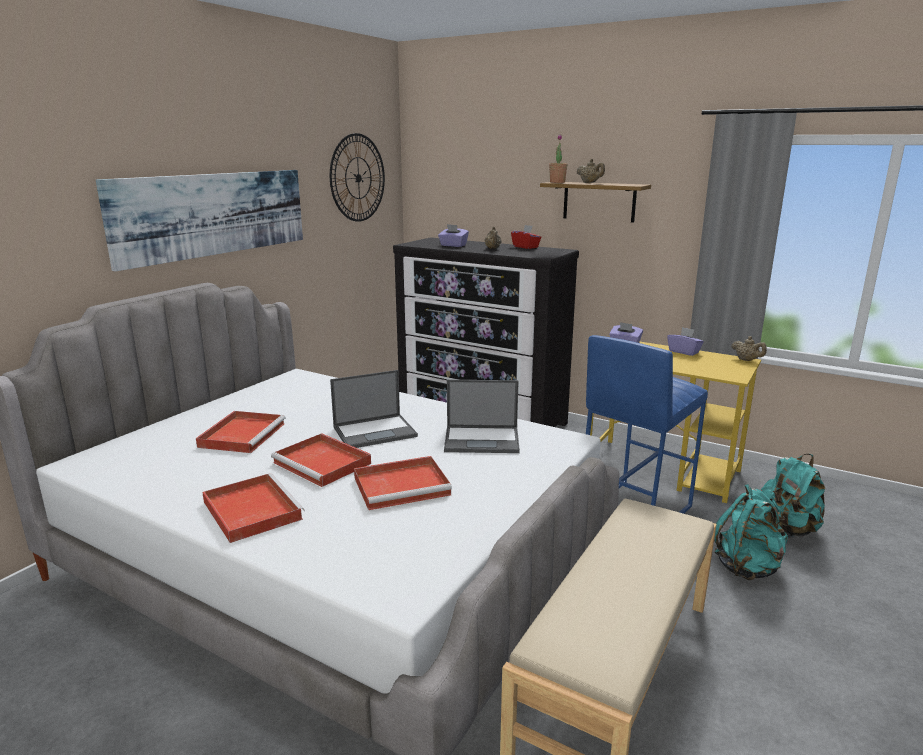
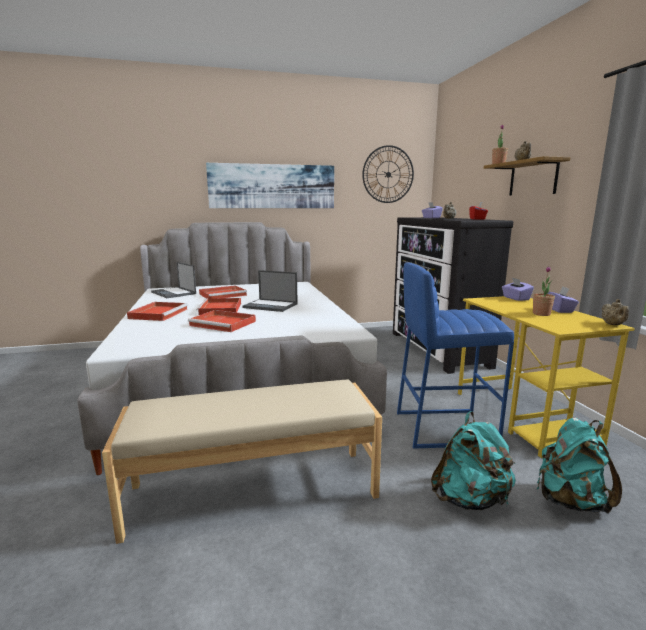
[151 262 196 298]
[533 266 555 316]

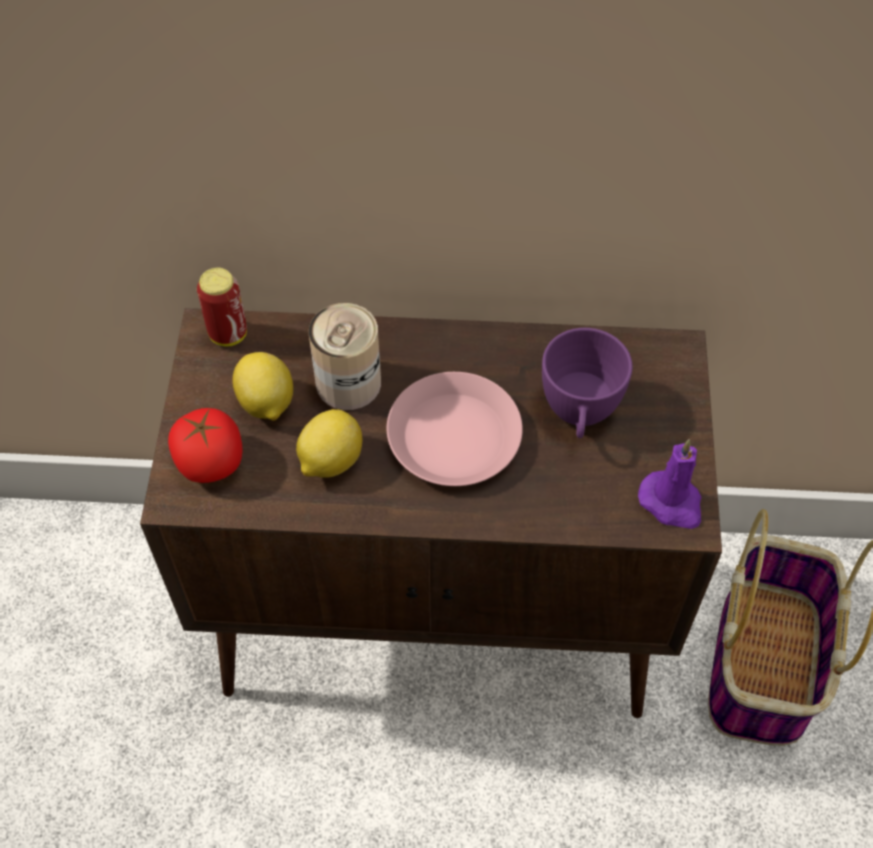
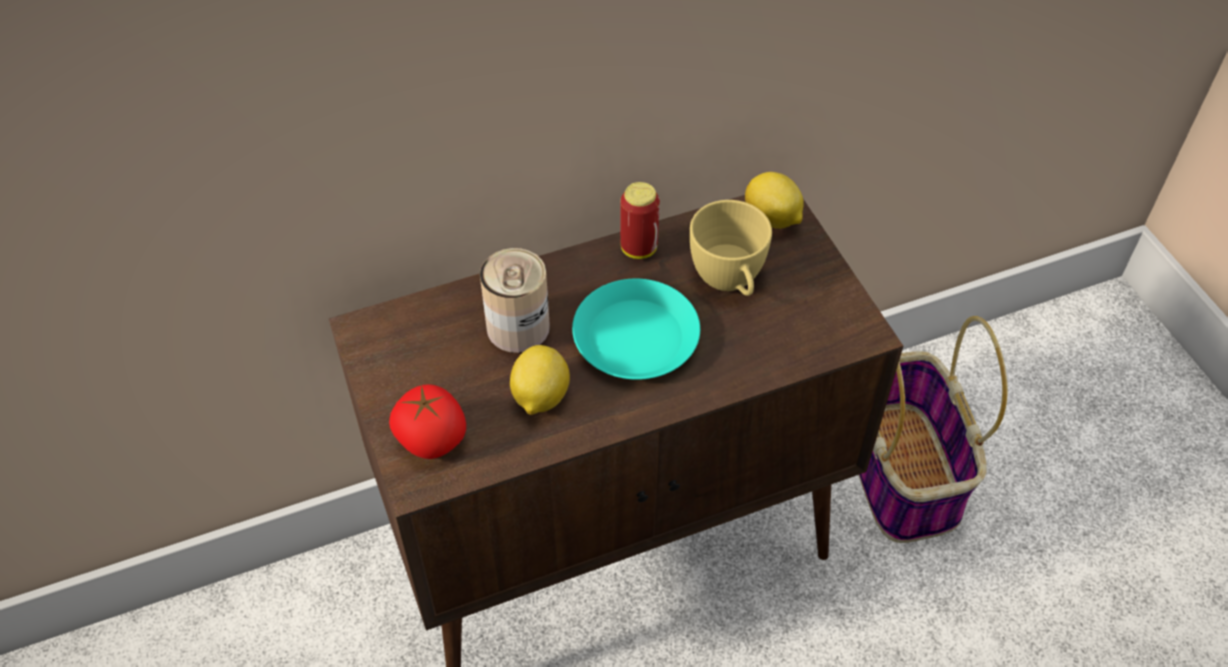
[620 182 660 259]
[690 200 772 296]
[745 172 804 229]
[572 279 700 380]
[638 439 702 529] (first image)

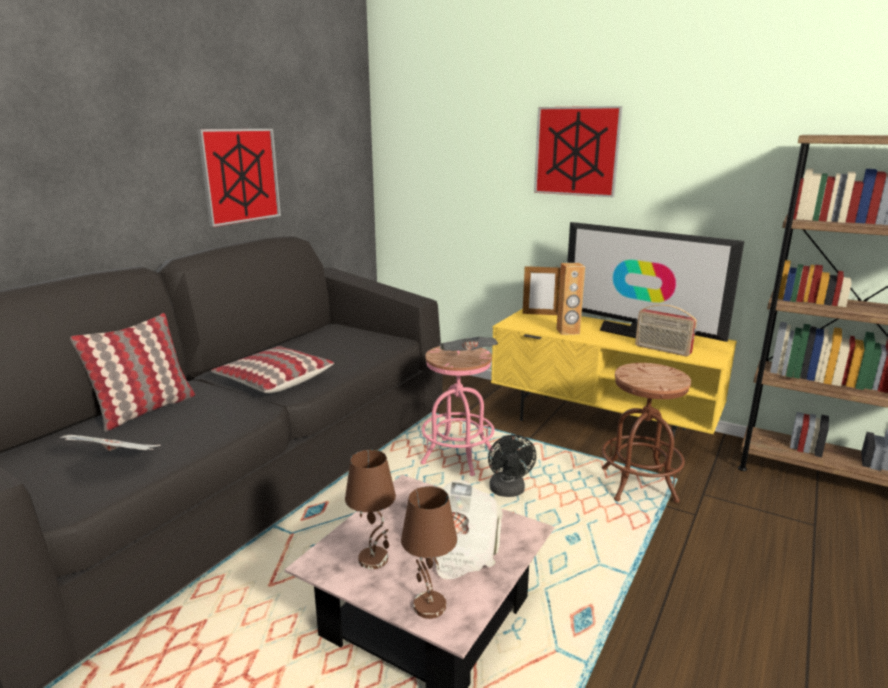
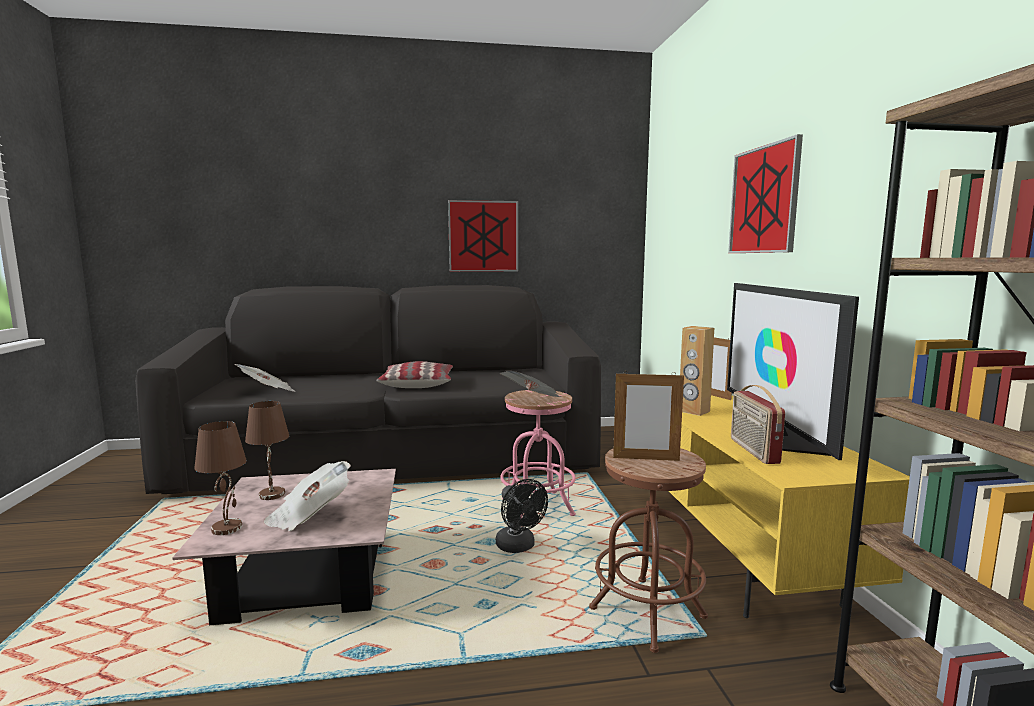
[70 313 195 432] (first image)
[496 479 548 553]
[613 371 684 461]

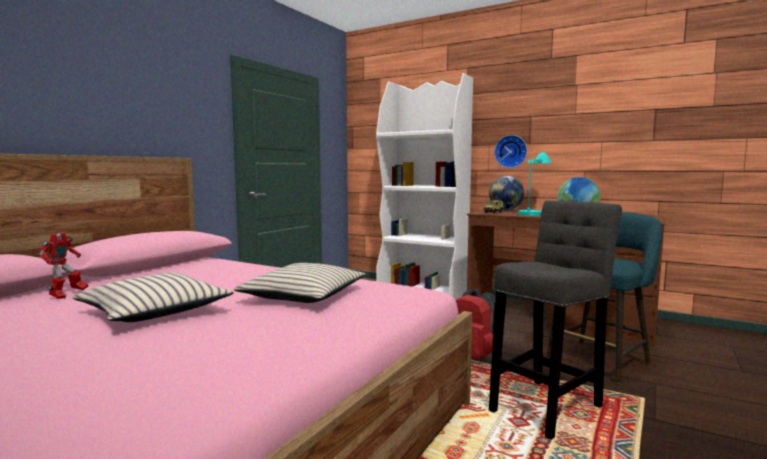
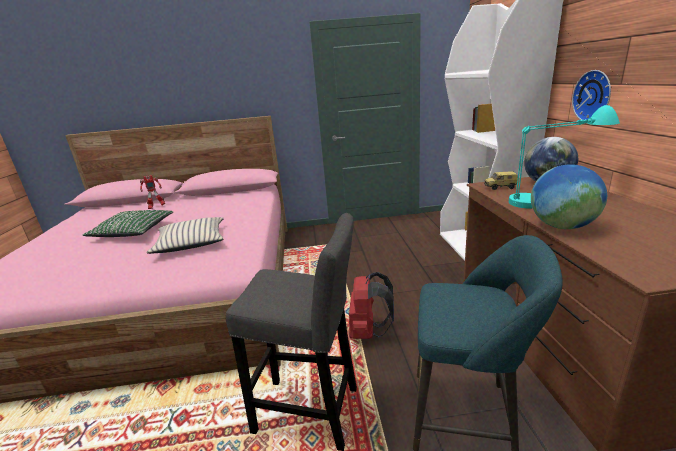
[83 210 173 237]

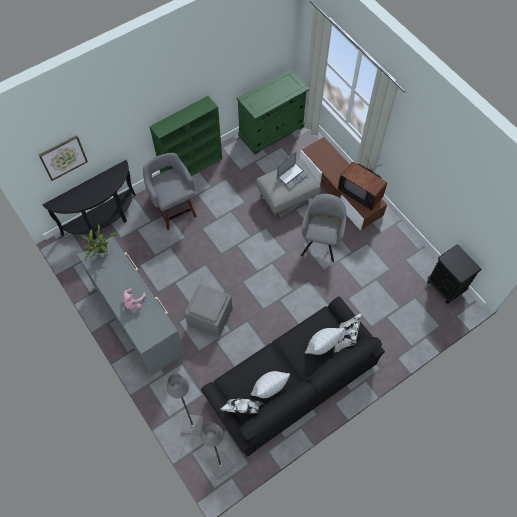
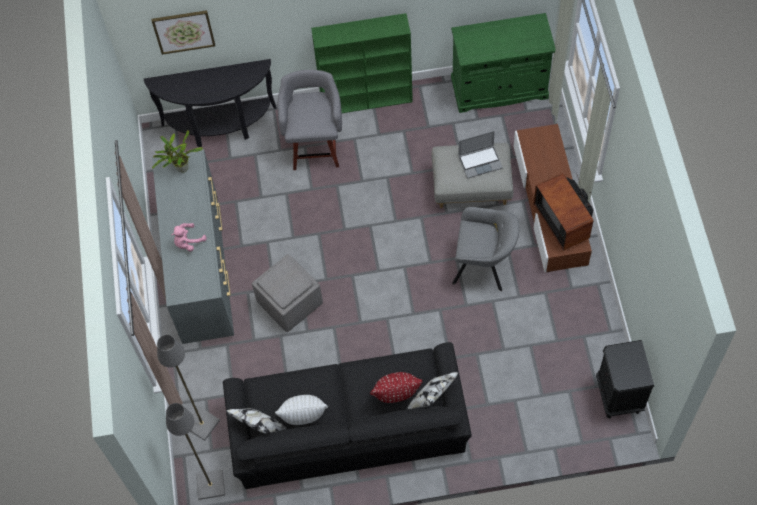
[452 207 520 291]
[370 372 422 403]

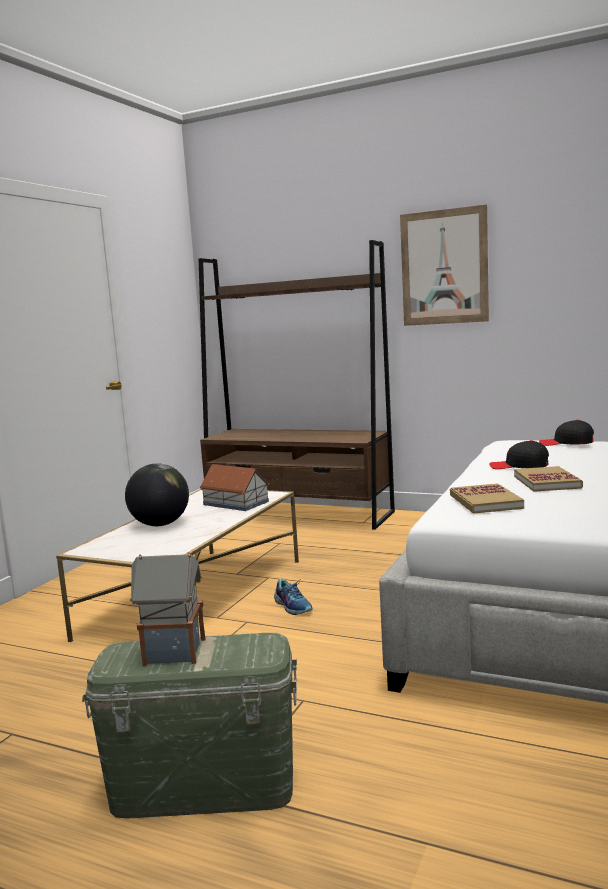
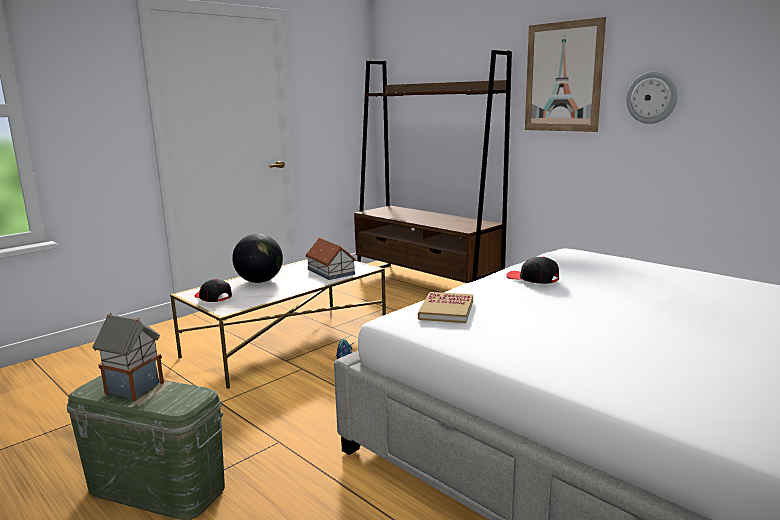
[195 279 232 302]
[514 466 583 492] (first image)
[626 72 678 124]

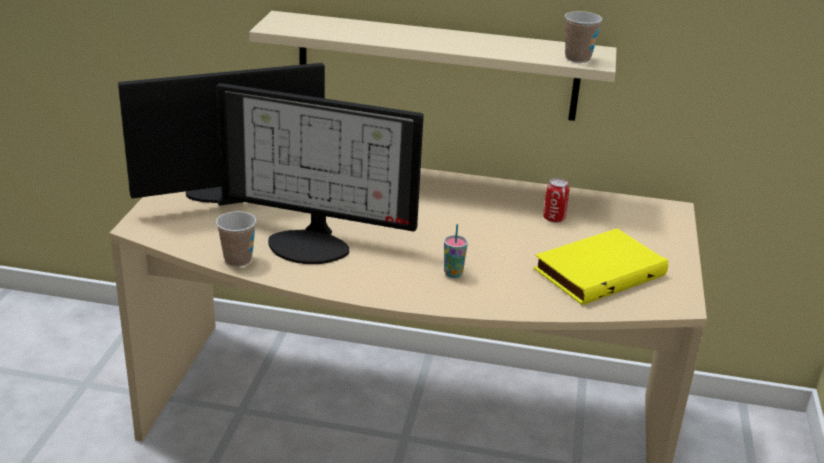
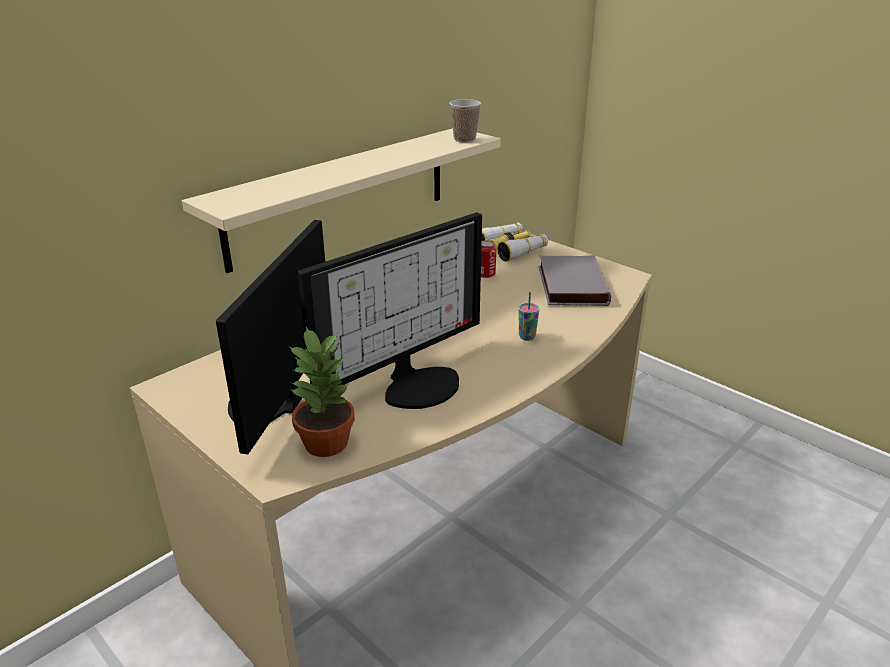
[216 211 256 267] (first image)
[539 255 611 306]
[482 222 548 262]
[288 327 355 457]

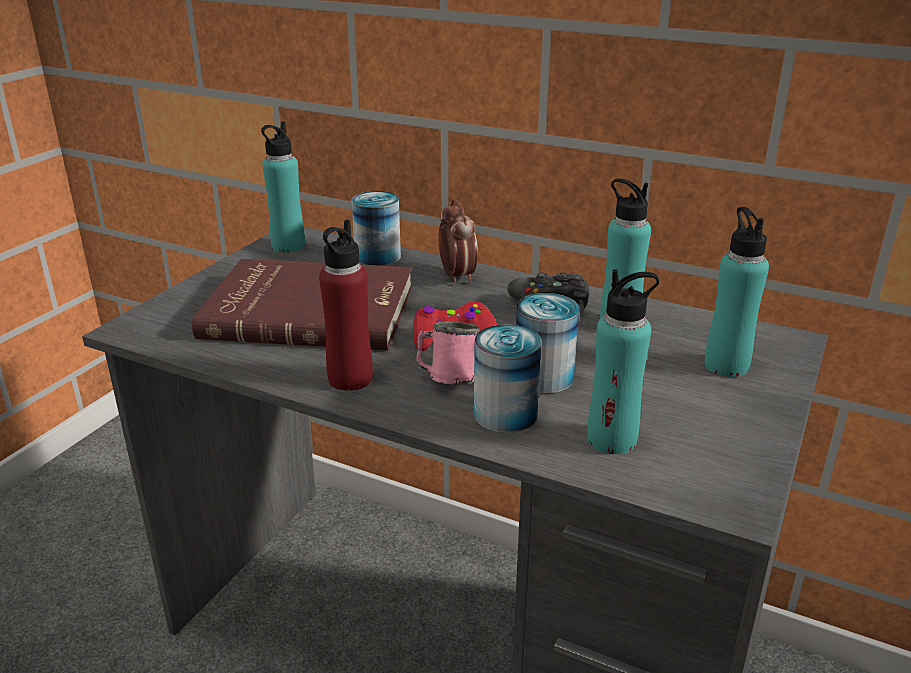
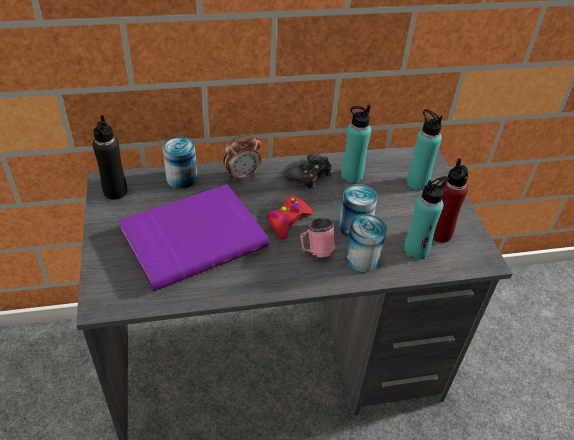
[93 115 127 200]
[223 134 261 182]
[433 158 468 243]
[119 184 269 291]

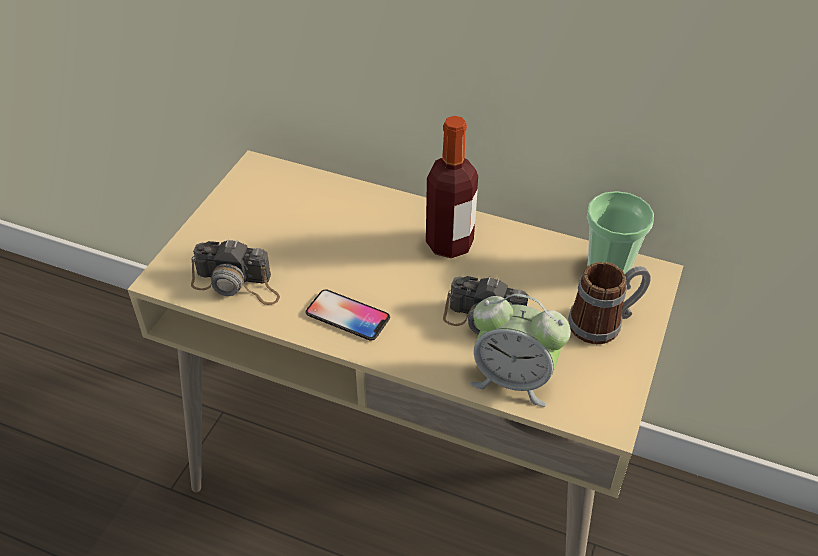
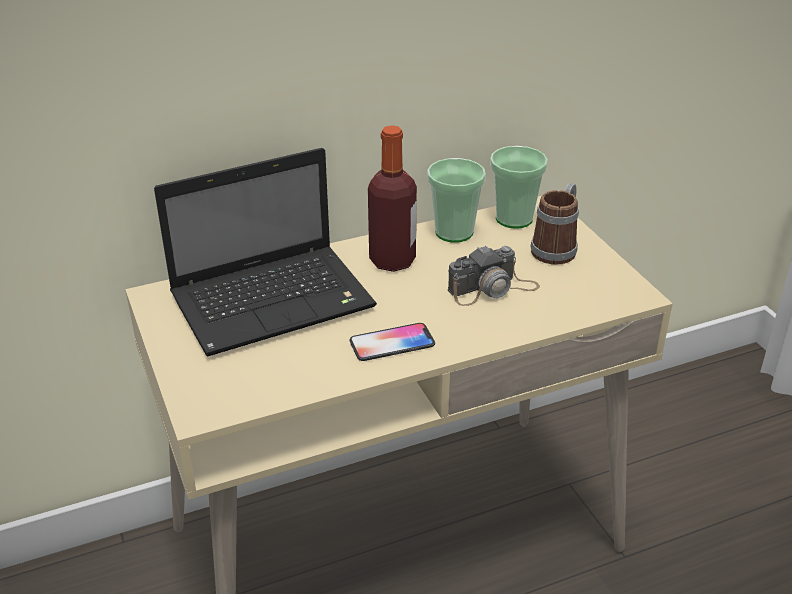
[191 239 280 305] (first image)
[470 294 571 407] (first image)
[154 148 377 356]
[427 158 486 243]

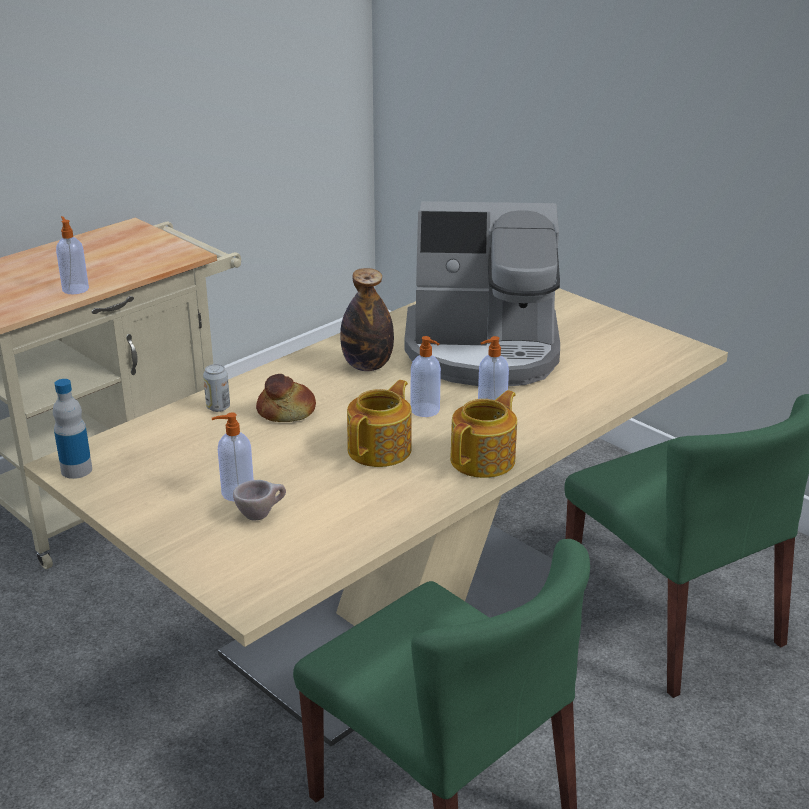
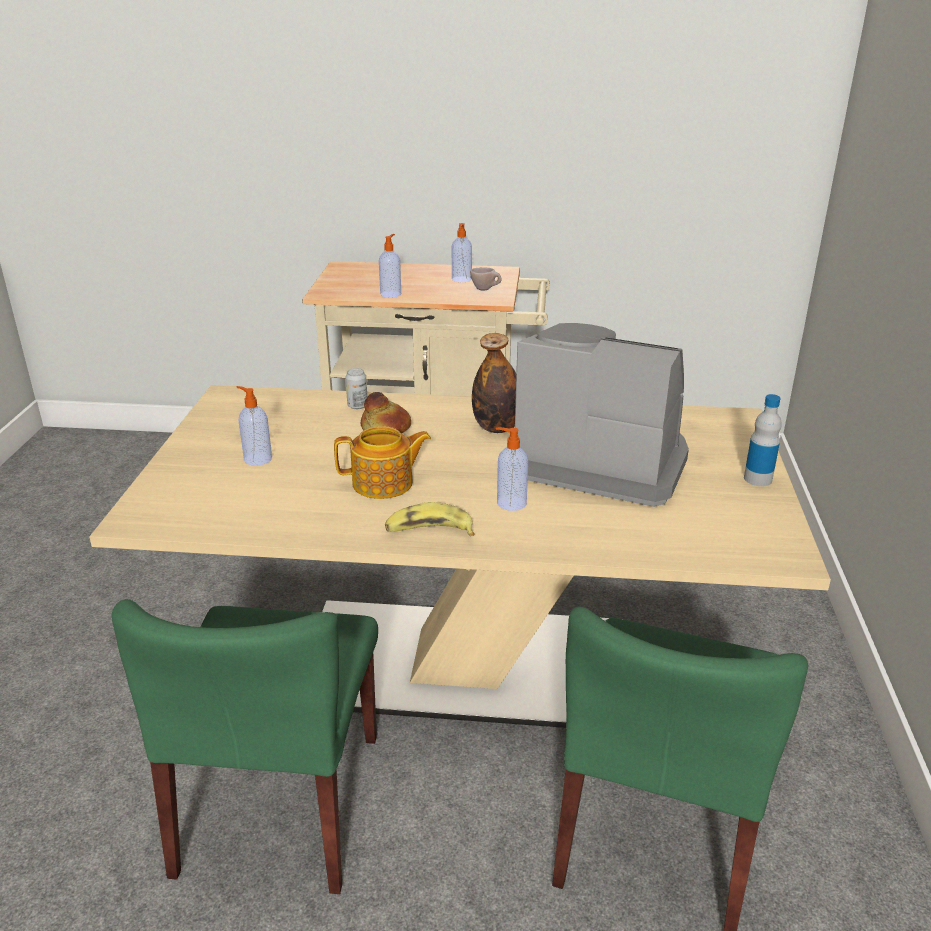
[515 323 689 507]
[452 223 472 282]
[744 394 782 486]
[385 502 474 536]
[470 267 502 290]

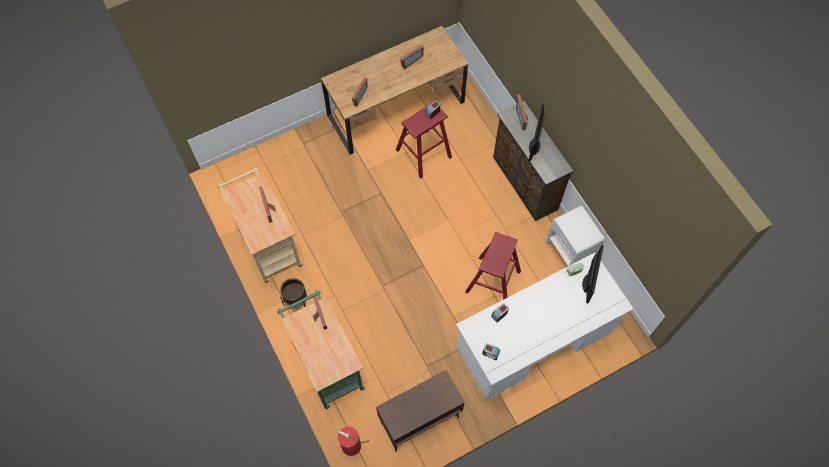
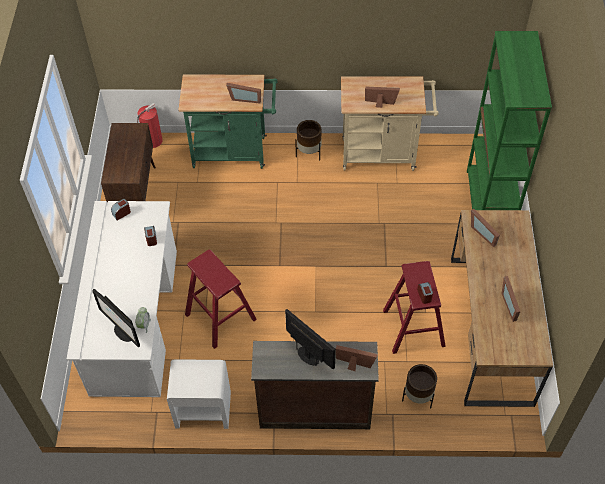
[467 31 552 210]
[402 364 437 409]

